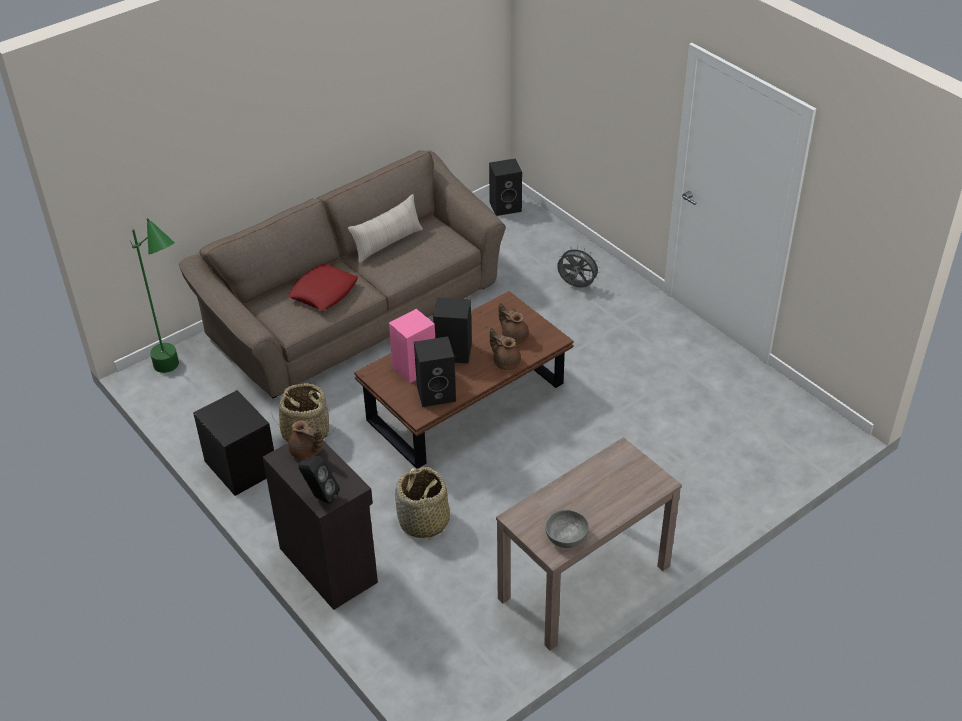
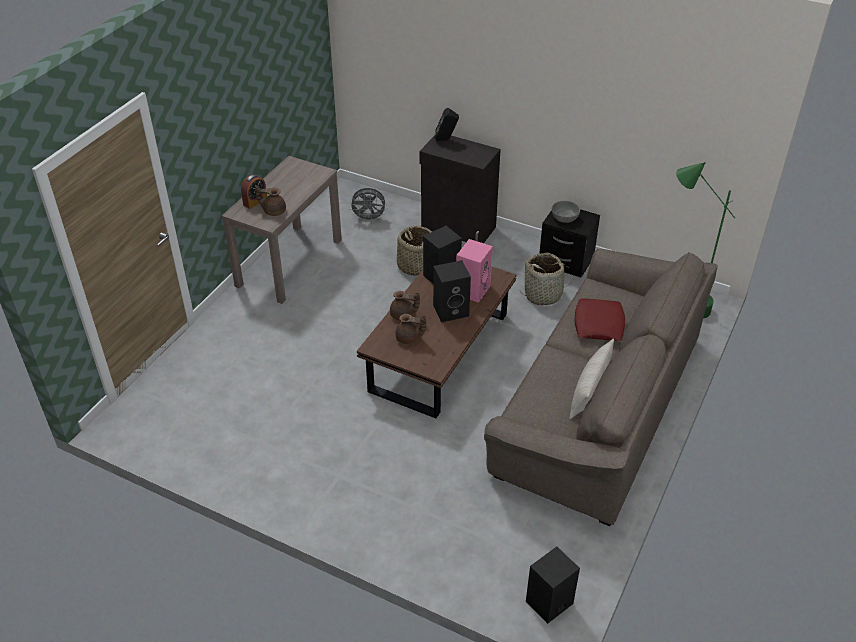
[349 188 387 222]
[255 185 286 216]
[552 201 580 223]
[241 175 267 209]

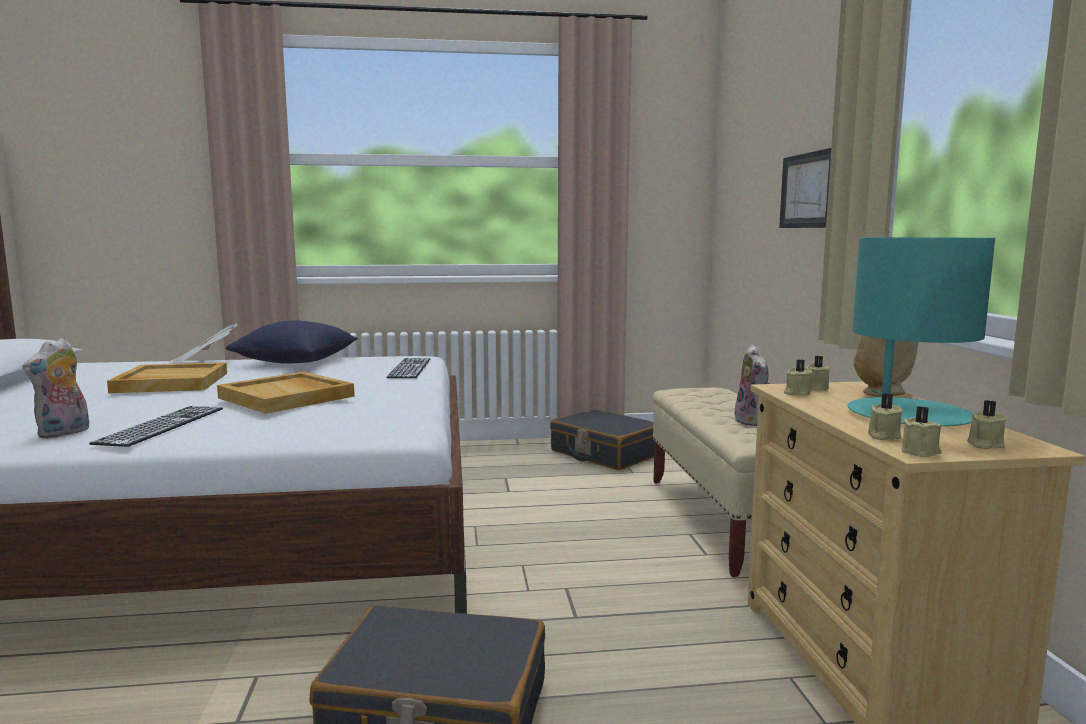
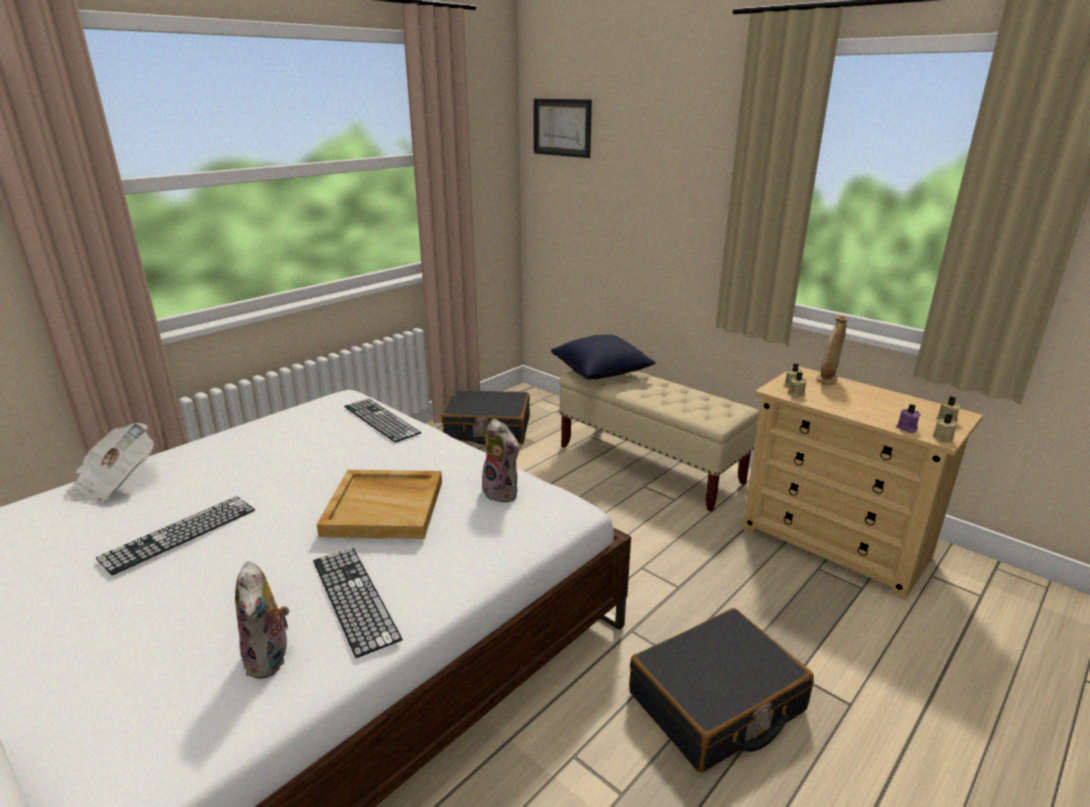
[534 99 592 158]
[847 237 995 426] (first image)
[551 335 656 380]
[482 419 520 502]
[96 497 255 575]
[896 404 921 433]

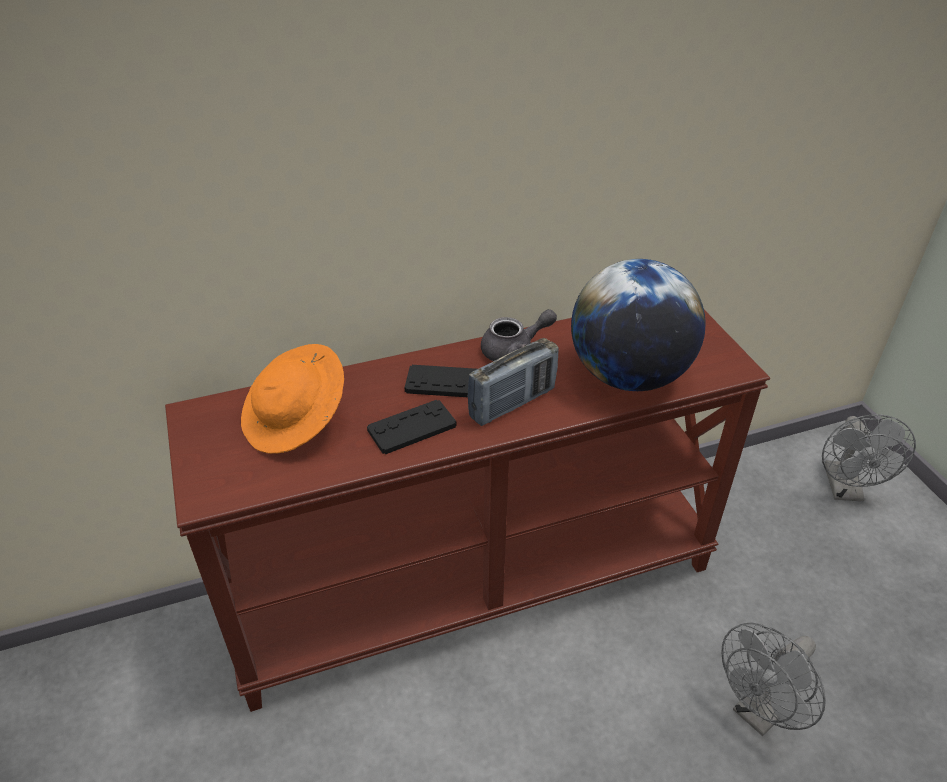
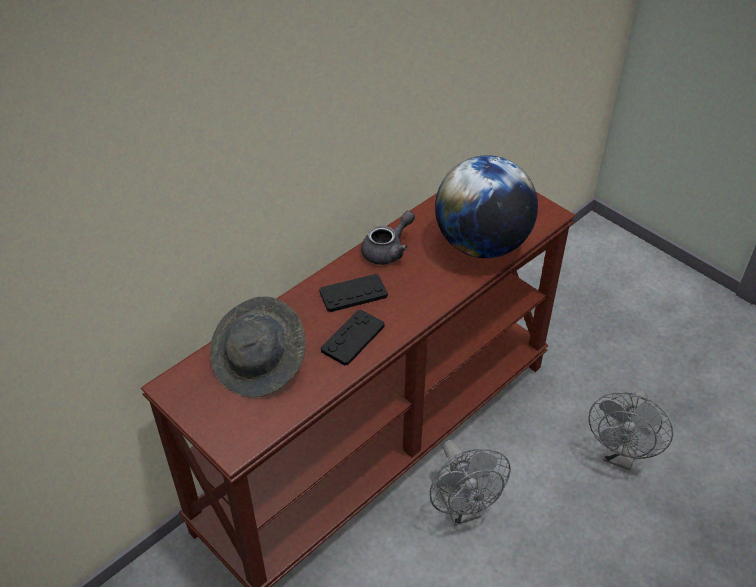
[467 338 558 426] (first image)
[210 297 306 397]
[430 440 511 525]

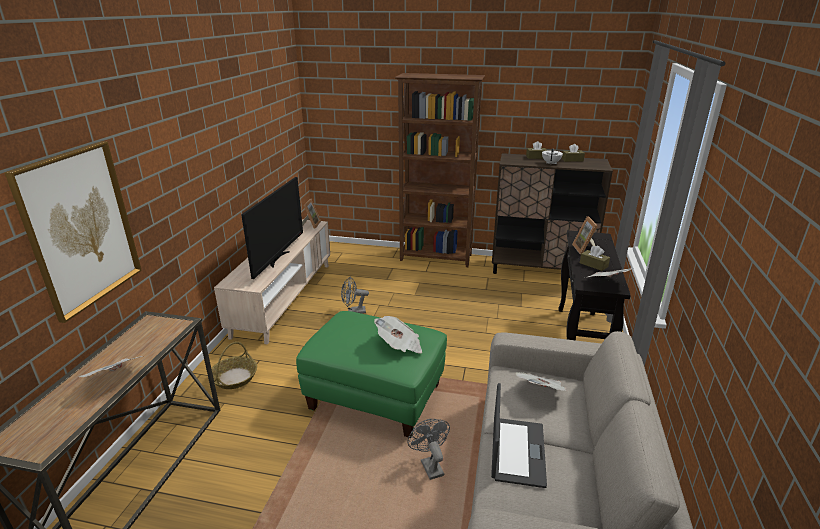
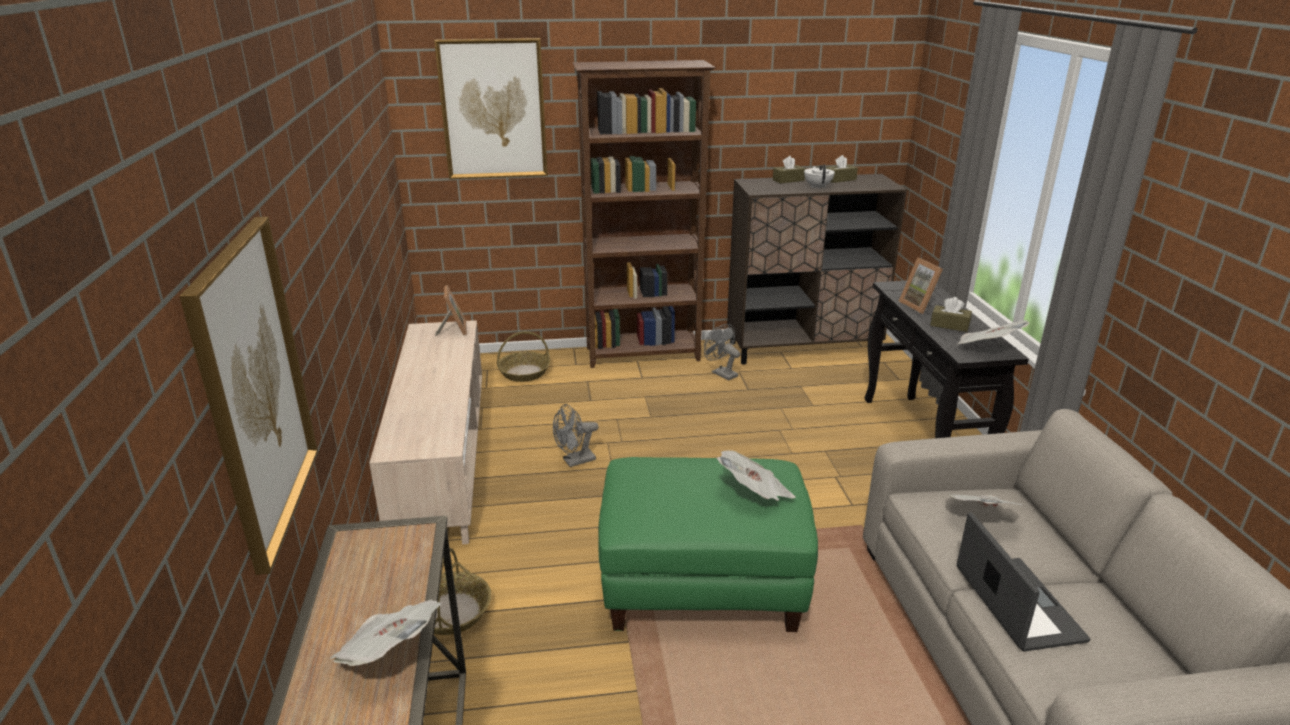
[241 177 303 279] (first image)
[704 324 740 381]
[434 38 548 179]
[497 331 550 382]

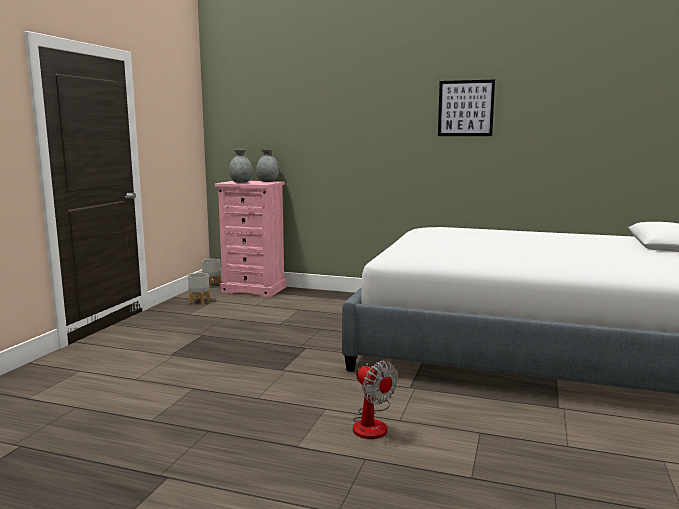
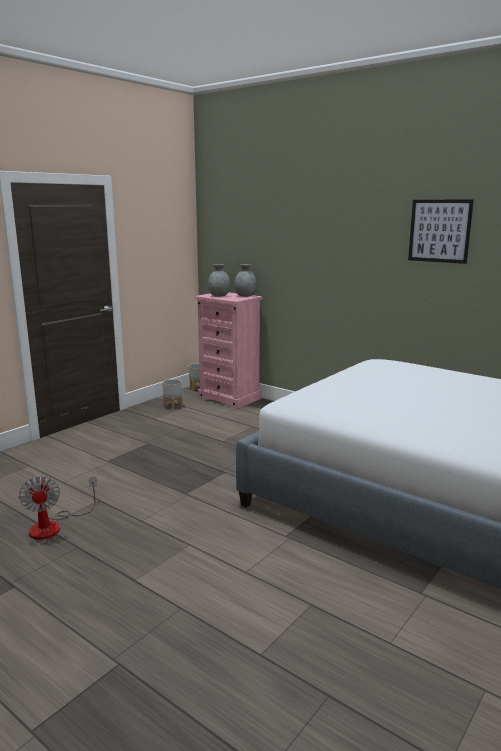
[19 476 97 540]

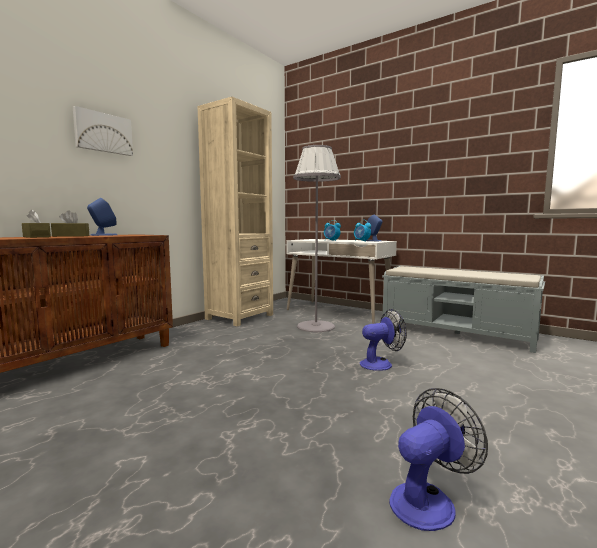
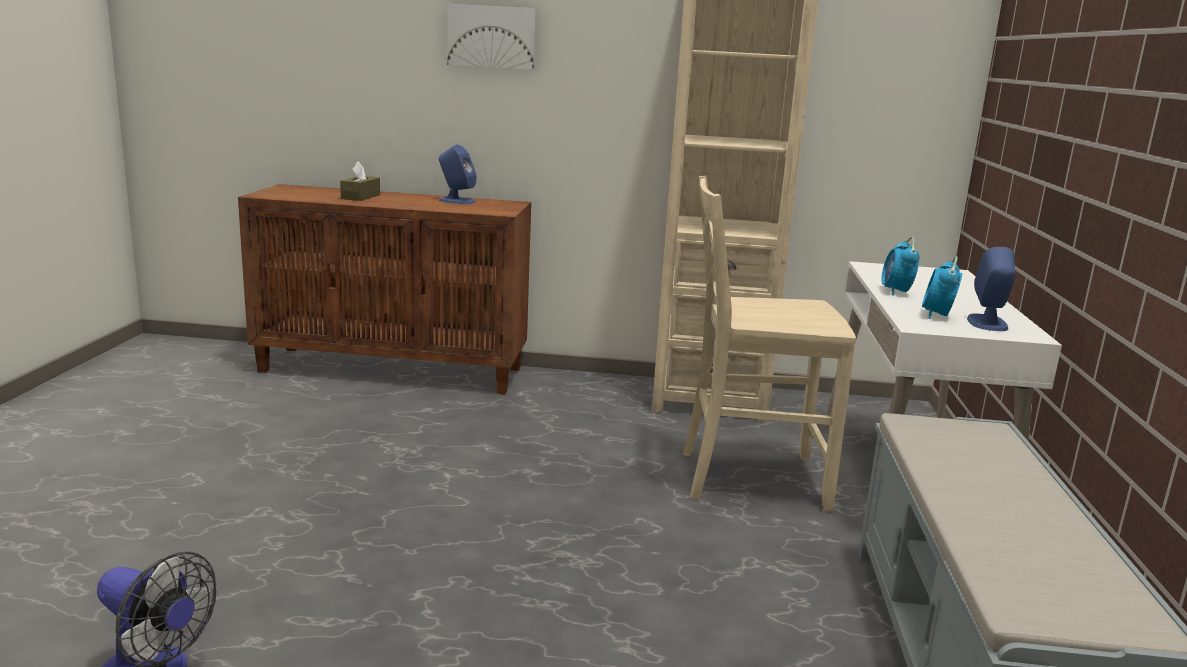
[683 176 856 511]
[51 210 89 237] (first image)
[360 309 407 371] (first image)

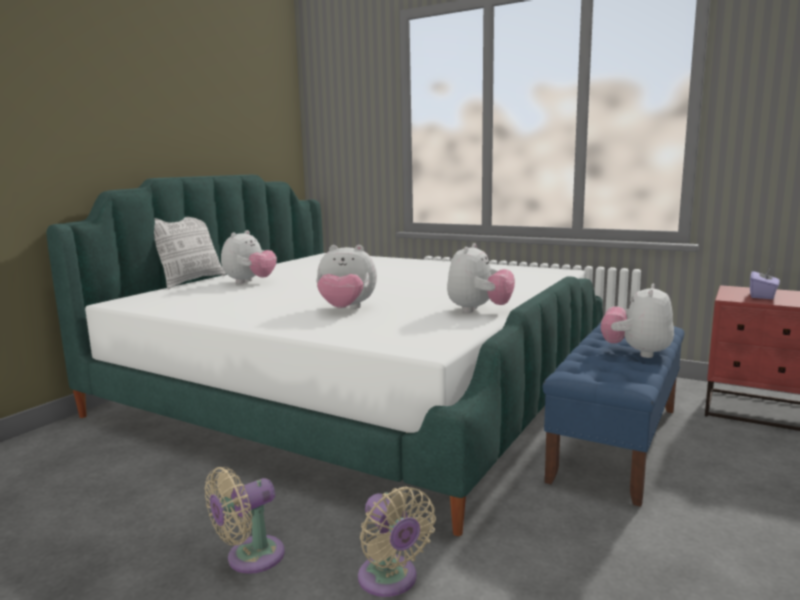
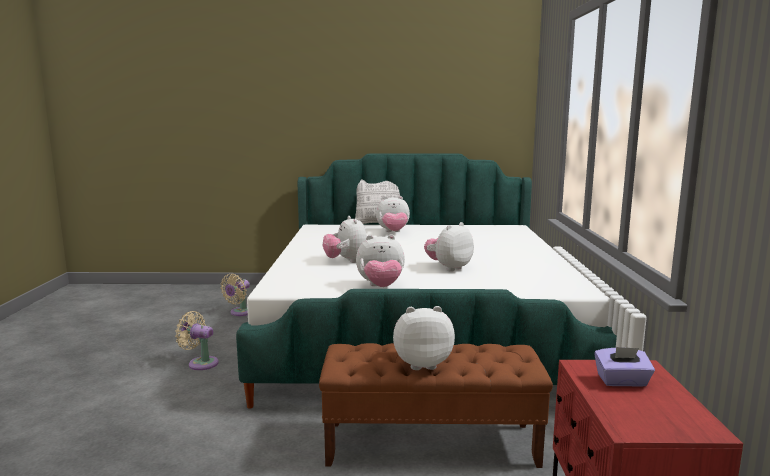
[319 343 553 468]
[220 274 250 316]
[424 222 474 272]

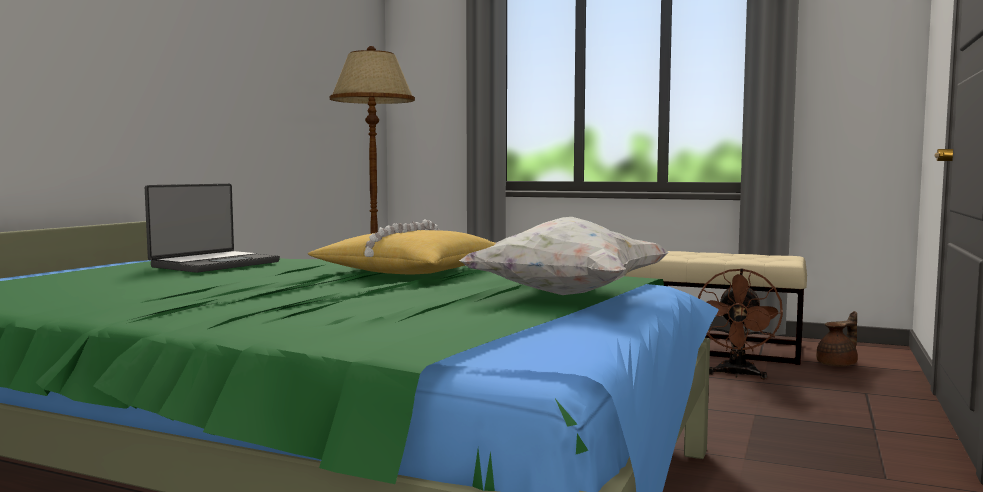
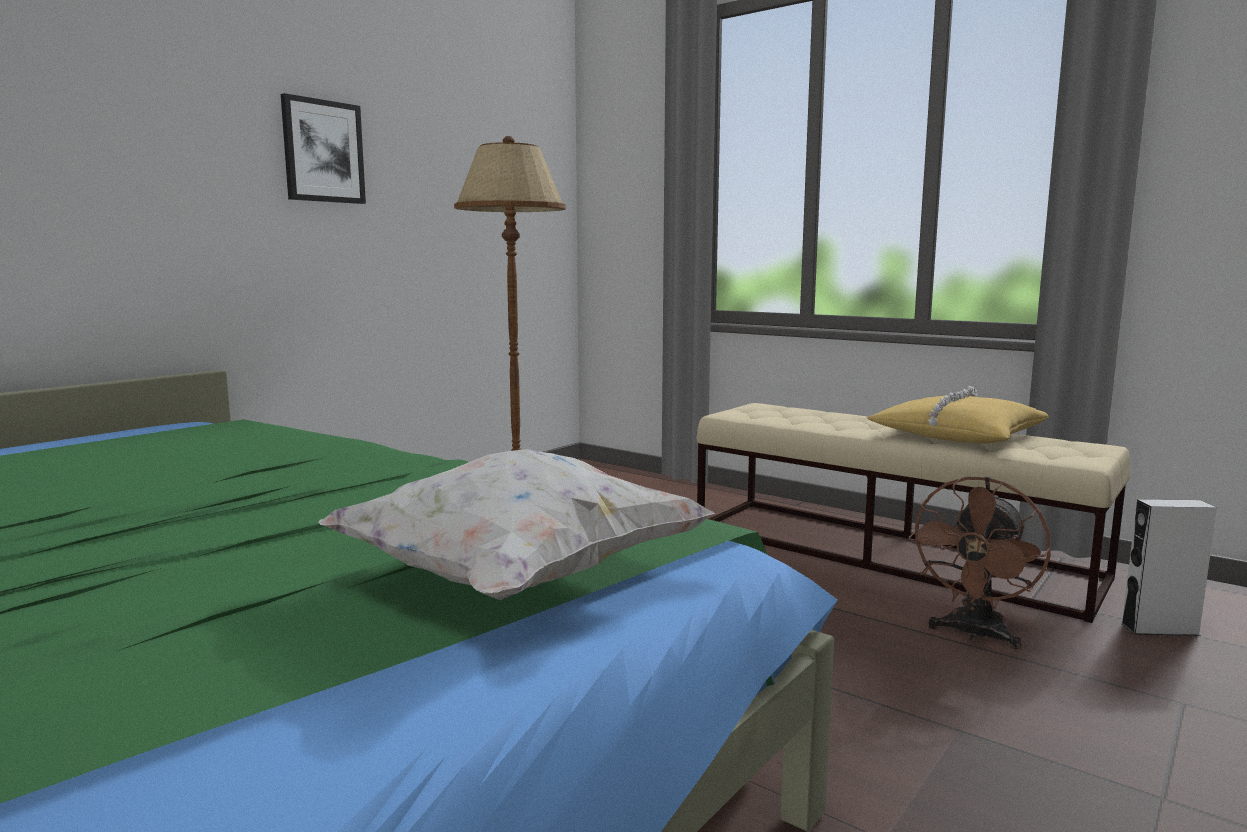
[145 184 280 273] (first image)
[867 386 1049 443]
[1121 499 1217 636]
[281 93 366 204]

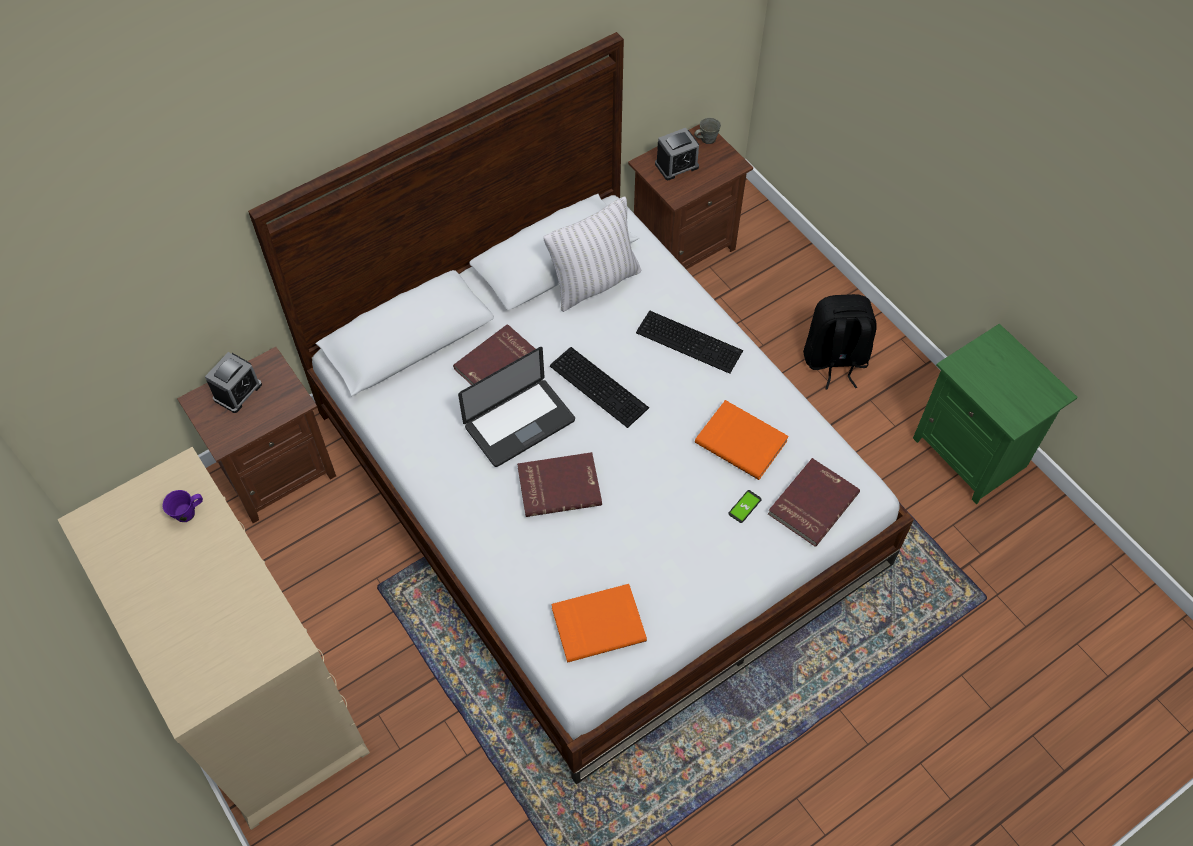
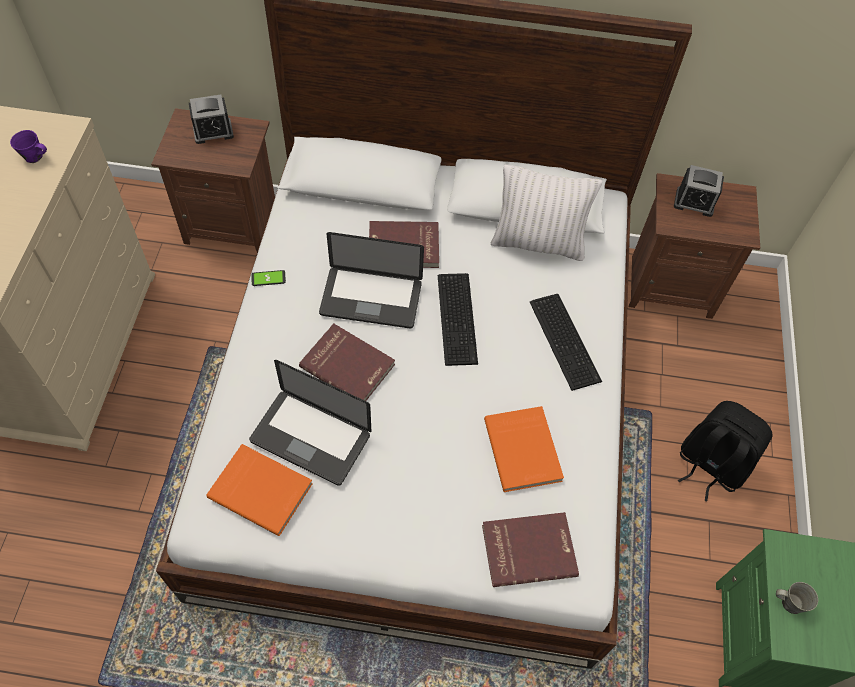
[776 582 818 614]
[251 270 286 286]
[249 360 371 486]

